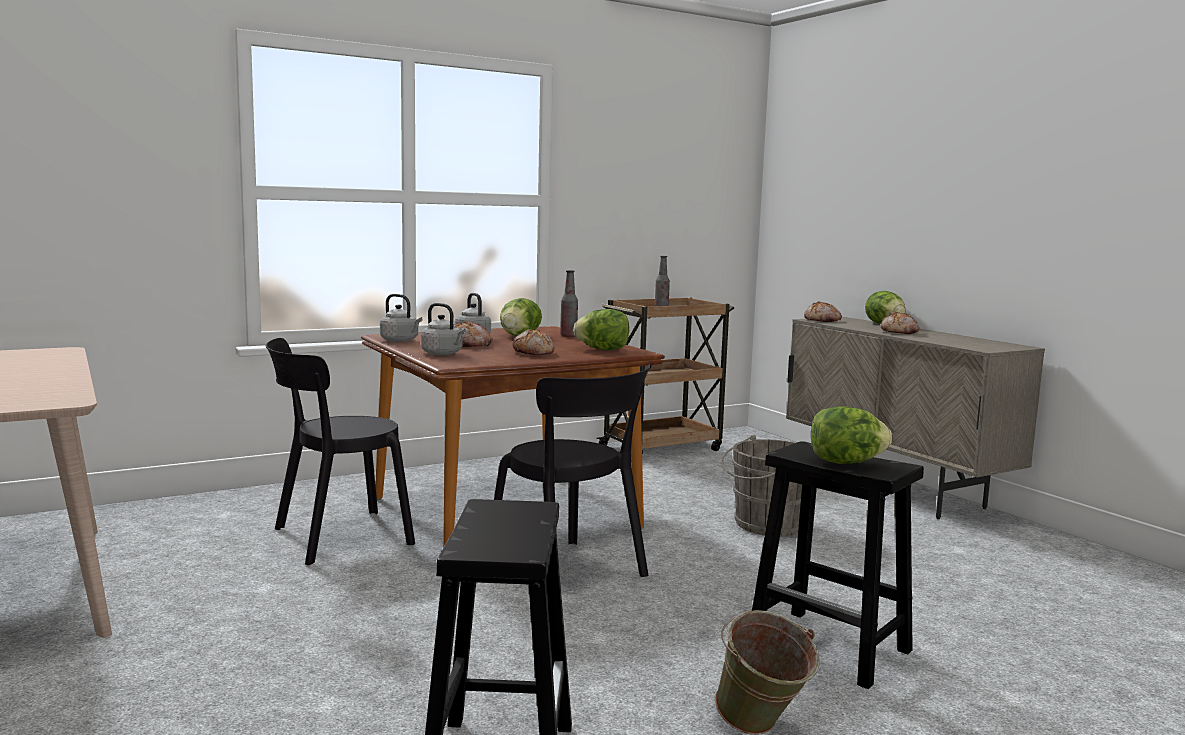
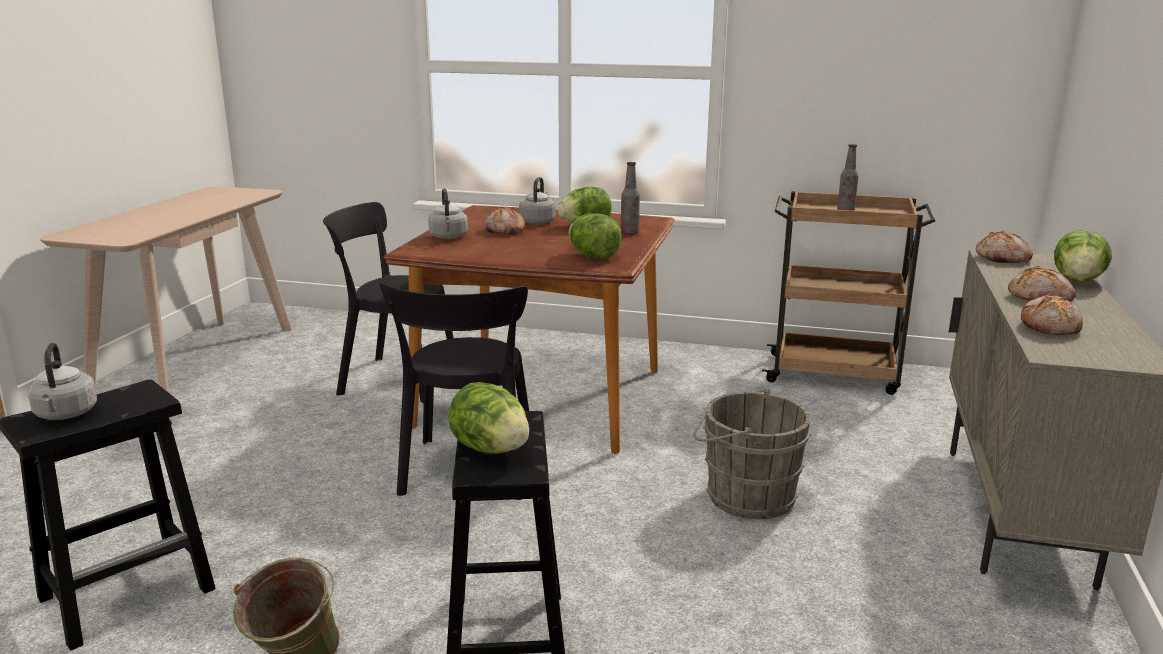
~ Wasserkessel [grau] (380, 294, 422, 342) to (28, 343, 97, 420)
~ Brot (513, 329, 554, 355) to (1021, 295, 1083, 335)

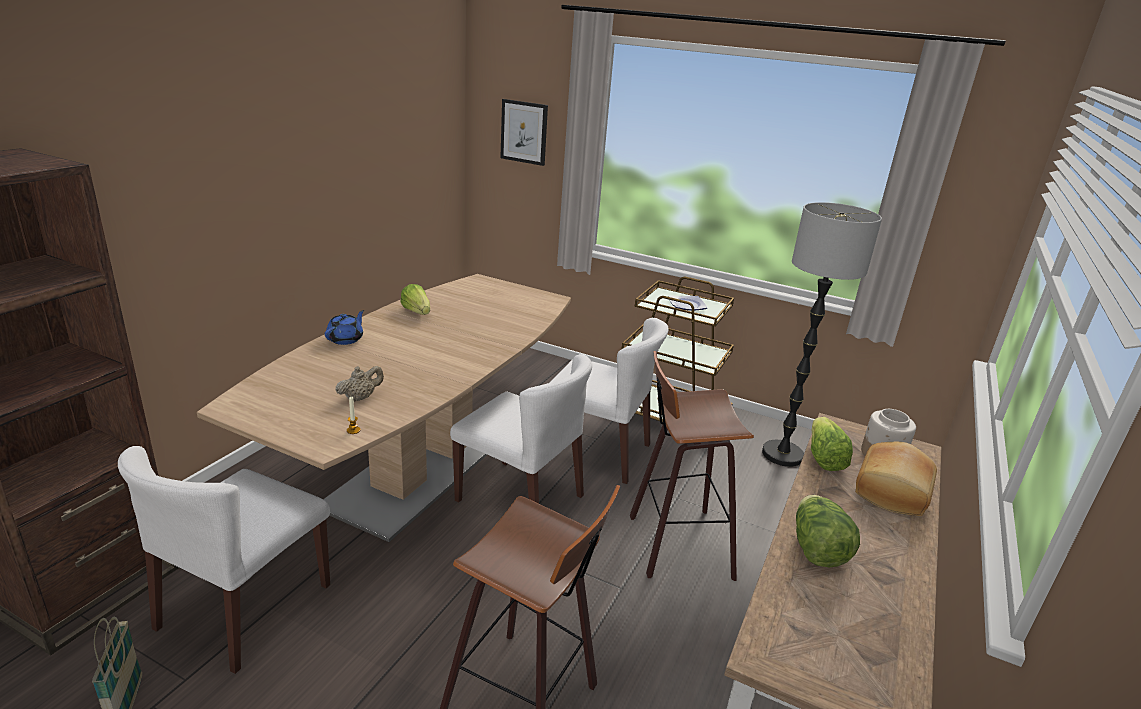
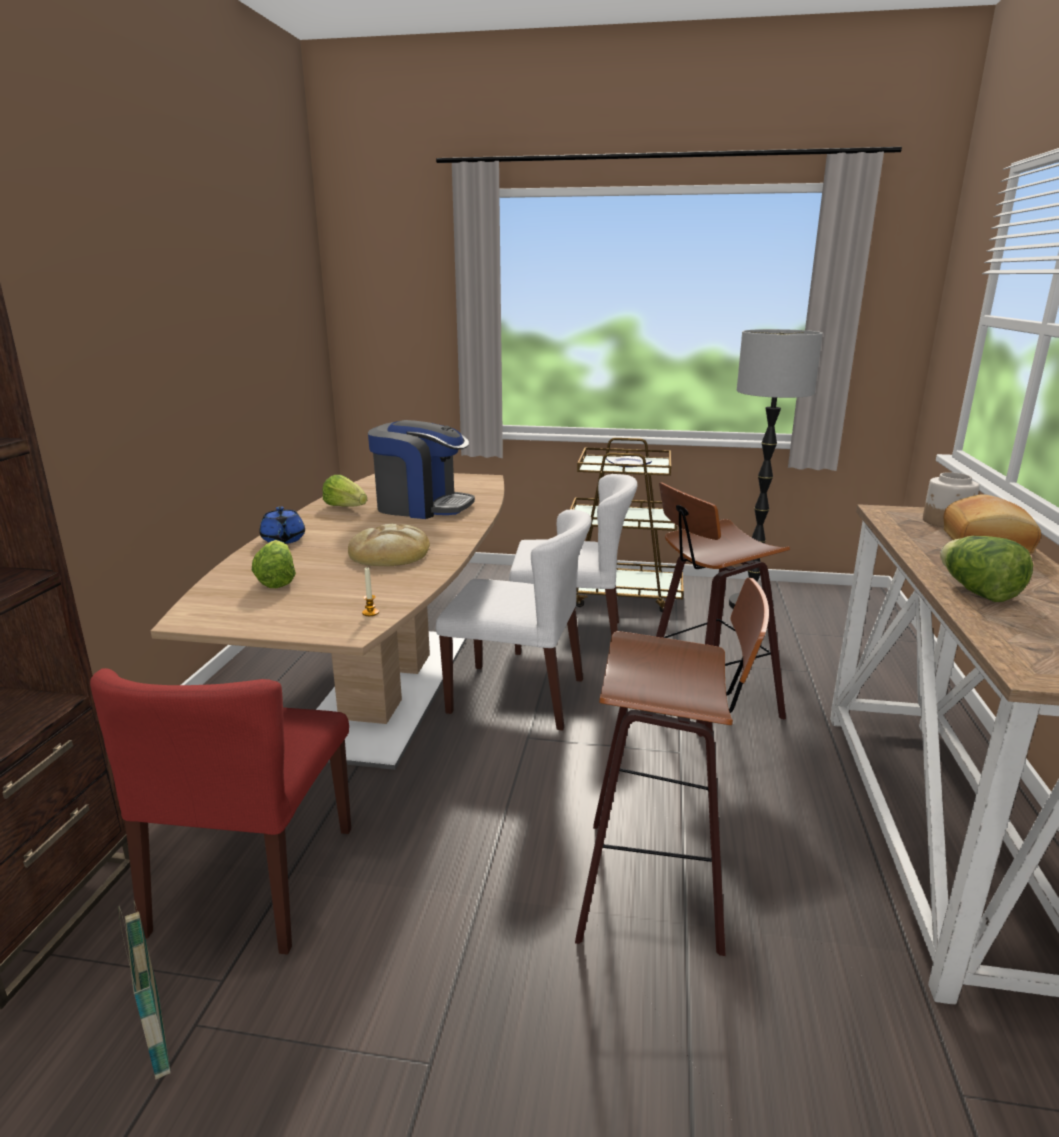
- Teekanne [beige] (336, 366, 384, 402)
- Bild (500, 99, 548, 166)
+ Brot (348, 524, 430, 566)
+ Kaffeemaschine (368, 420, 475, 519)
~ Salatkopf (811, 417, 853, 471) to (252, 540, 296, 588)
~ Stuhl [weiß] (118, 446, 330, 674) to Stuhl [rot] (90, 668, 351, 955)
~ Teekanne [blau] (325, 310, 364, 345) = (260, 507, 305, 544) 150 degrees clockwise

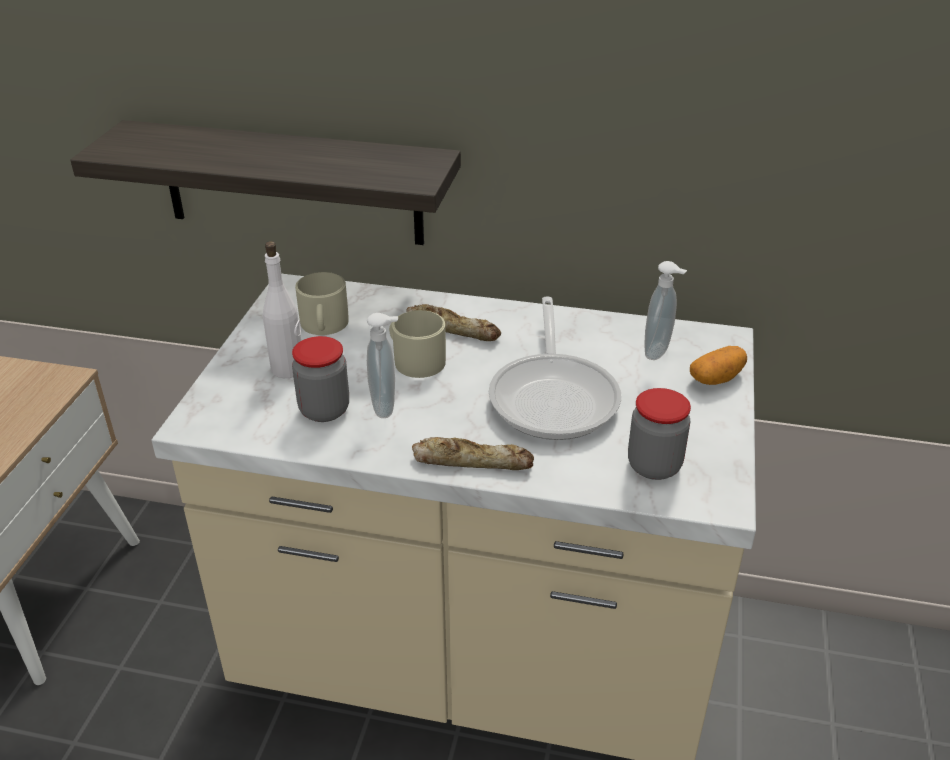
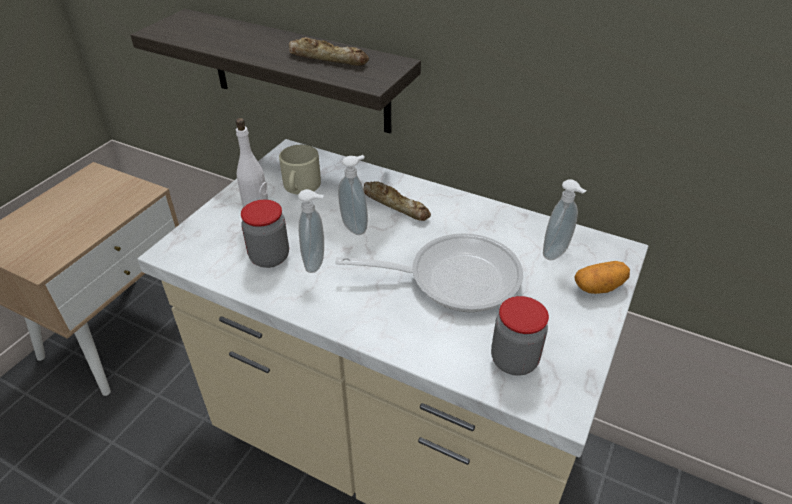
~ Brot (412, 437, 534, 470) to (289, 37, 369, 66)
~ Henkelbecher [beige] (389, 310, 446, 378) to Seifenspender (338, 155, 368, 235)
~ Pfanne (489, 297, 621, 440) = (335, 233, 523, 312) 105 degrees counterclockwise

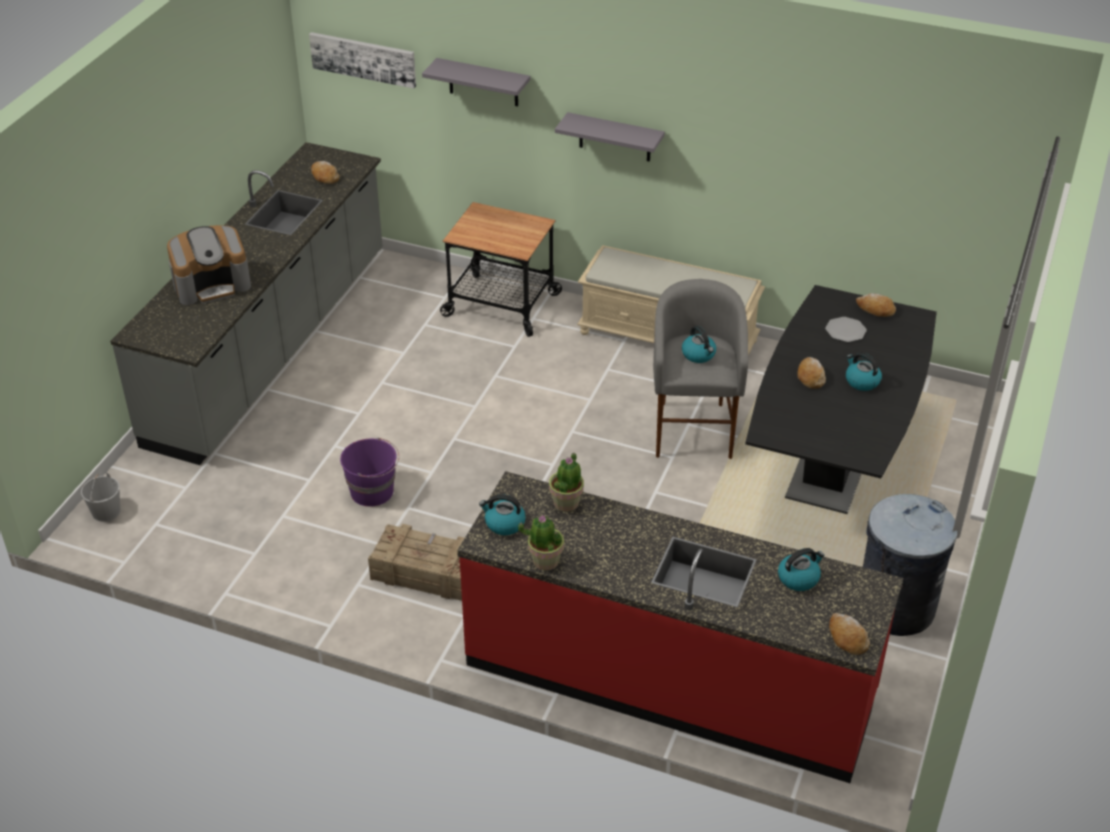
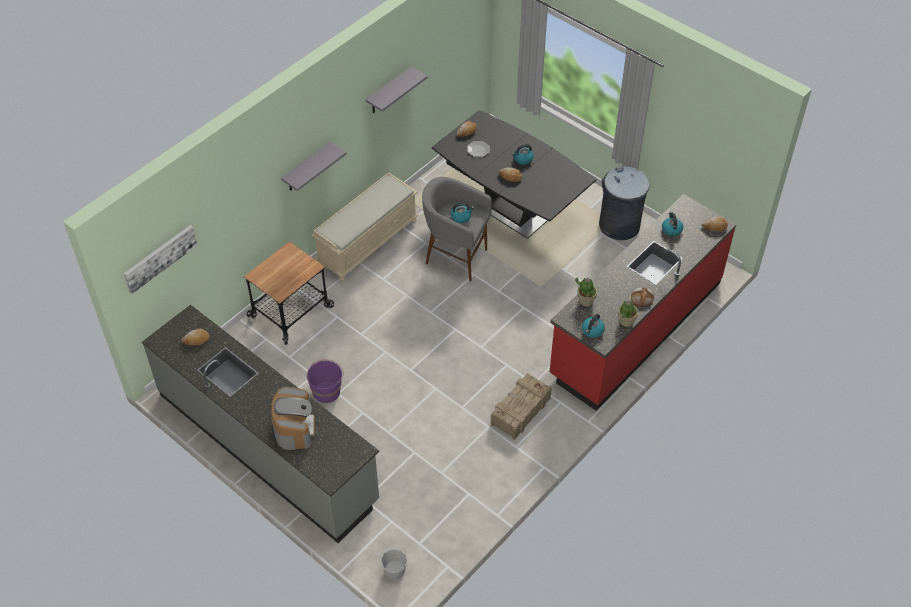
+ Brot (631, 287, 654, 307)
~ Eimer [lila] (340, 438, 399, 507) to (307, 360, 344, 403)
~ Wandregal [grau] (422, 58, 530, 106) to (365, 66, 428, 113)

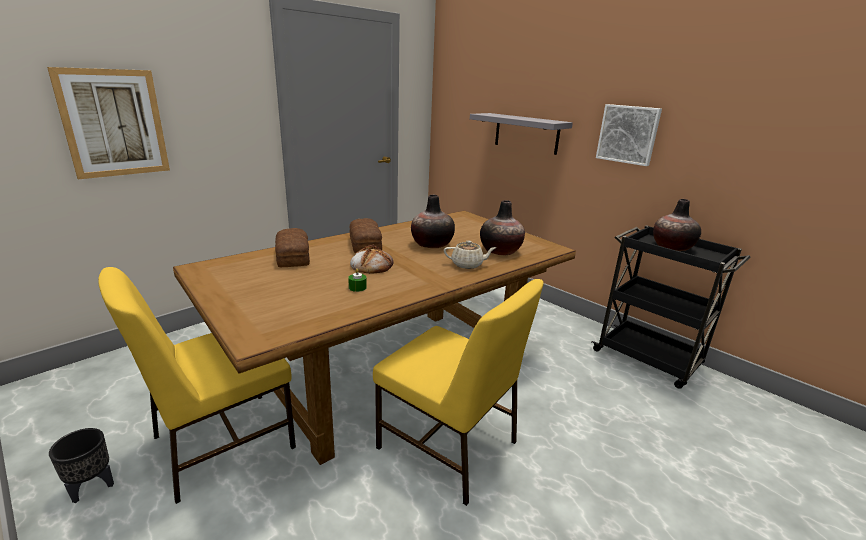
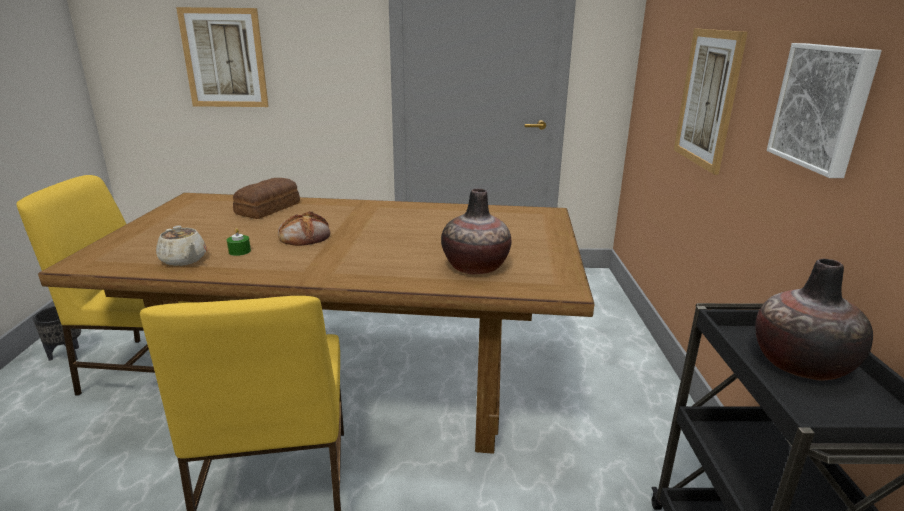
- Brot (350, 218, 382, 253)
- Vase (411, 195, 455, 248)
~ Teekanne [beige] (444, 240, 496, 269) to (156, 225, 207, 266)
~ Wandregal [grau] (470, 113, 573, 155) to Bild (674, 29, 748, 175)

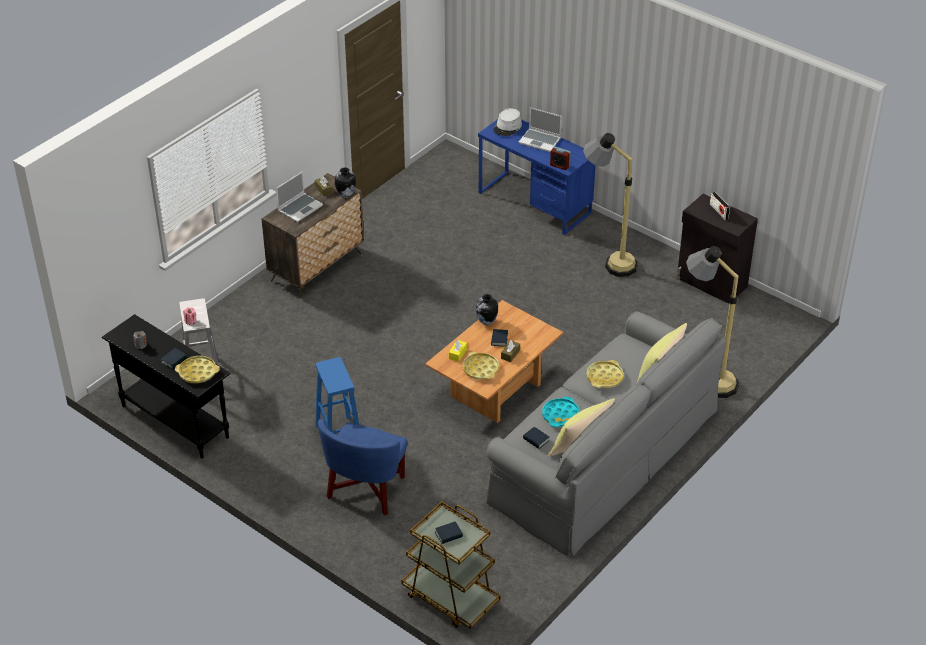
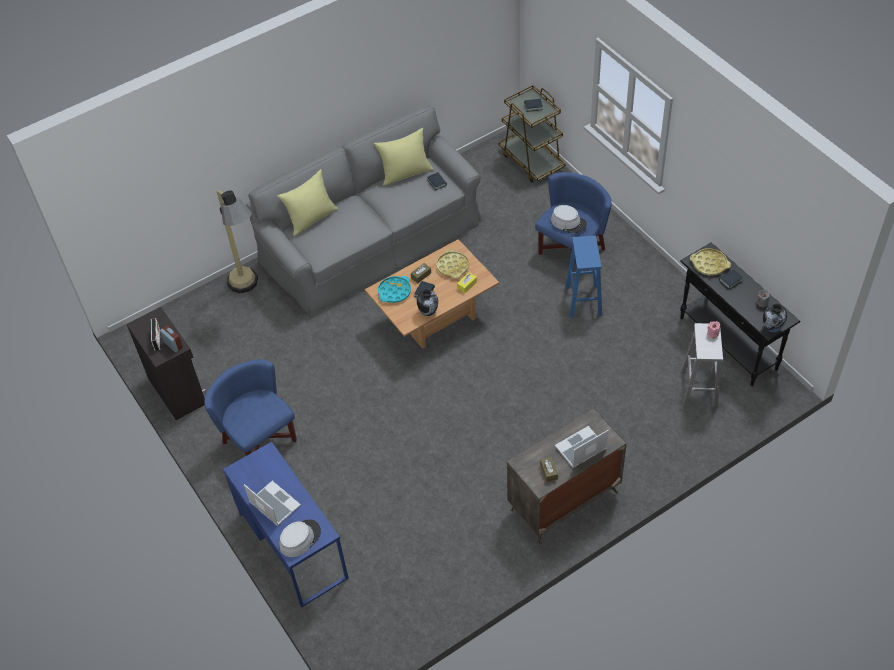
- Tablett [gelb] (586, 360, 624, 388)
+ Hut [grau] (551, 205, 587, 233)
~ Vase (335, 167, 356, 198) to (763, 304, 787, 332)
~ Tablett [türkis] (542, 397, 580, 427) to (378, 276, 411, 303)
~ Wecker (550, 147, 571, 170) to (160, 325, 183, 352)
~ Stehlampe (583, 133, 638, 277) to Sessel [blau] (204, 359, 297, 456)

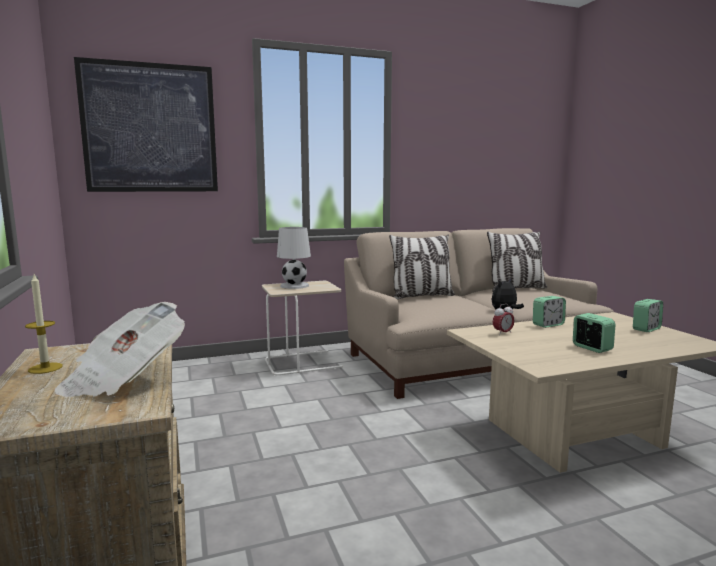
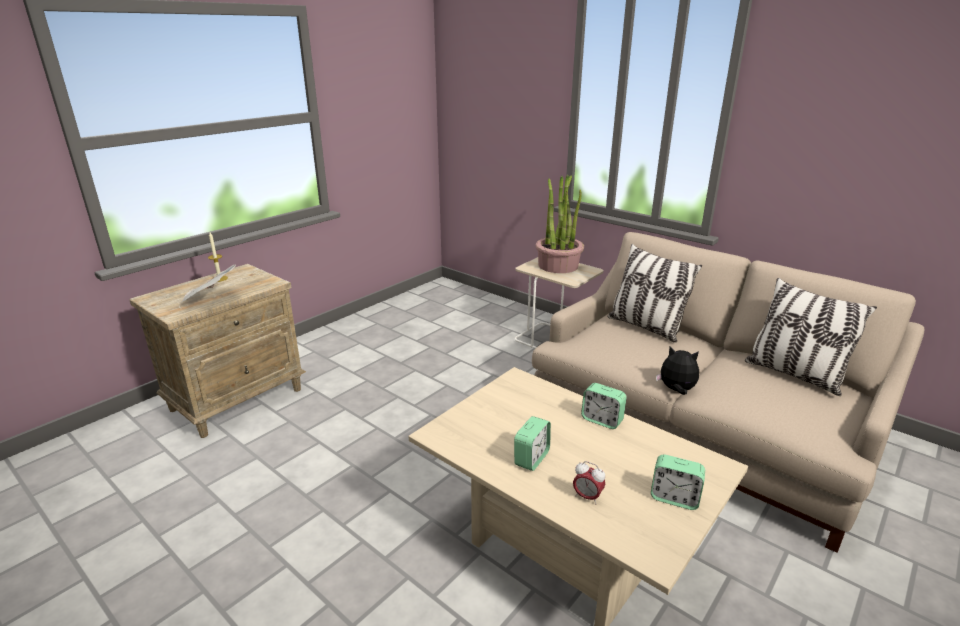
- Bild (74, 57, 218, 192)
~ Wecker (493, 304, 514, 334) to (573, 461, 605, 504)
~ Tischlampe [weiß] (277, 227, 311, 289) to Topfpflanze (536, 175, 584, 273)

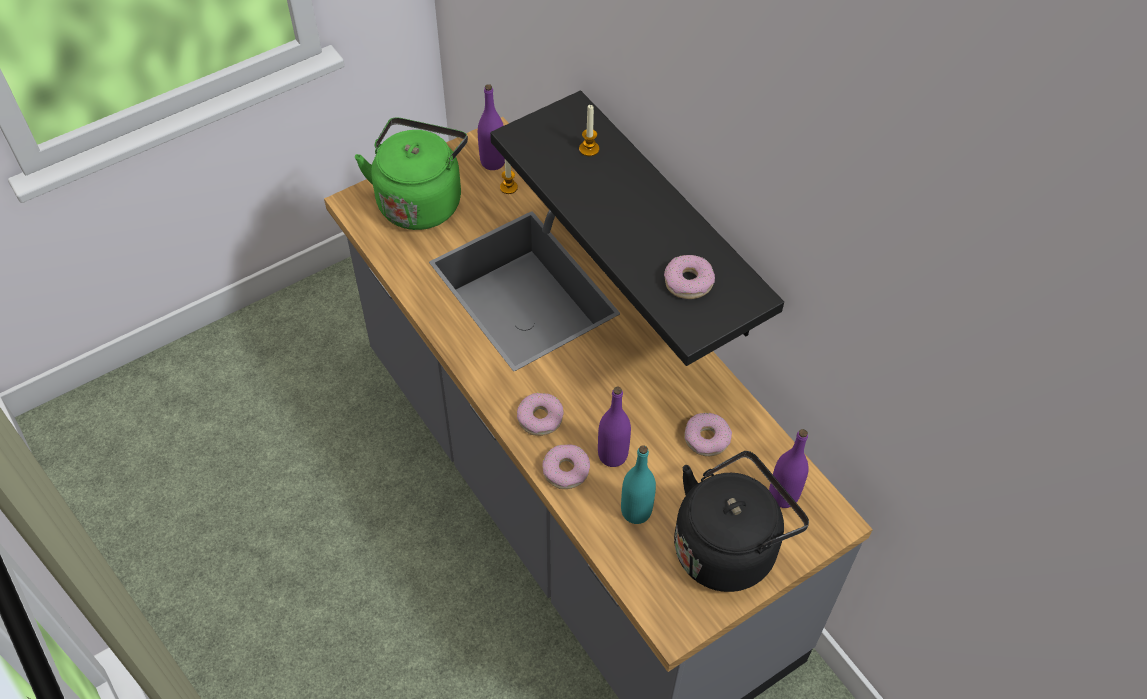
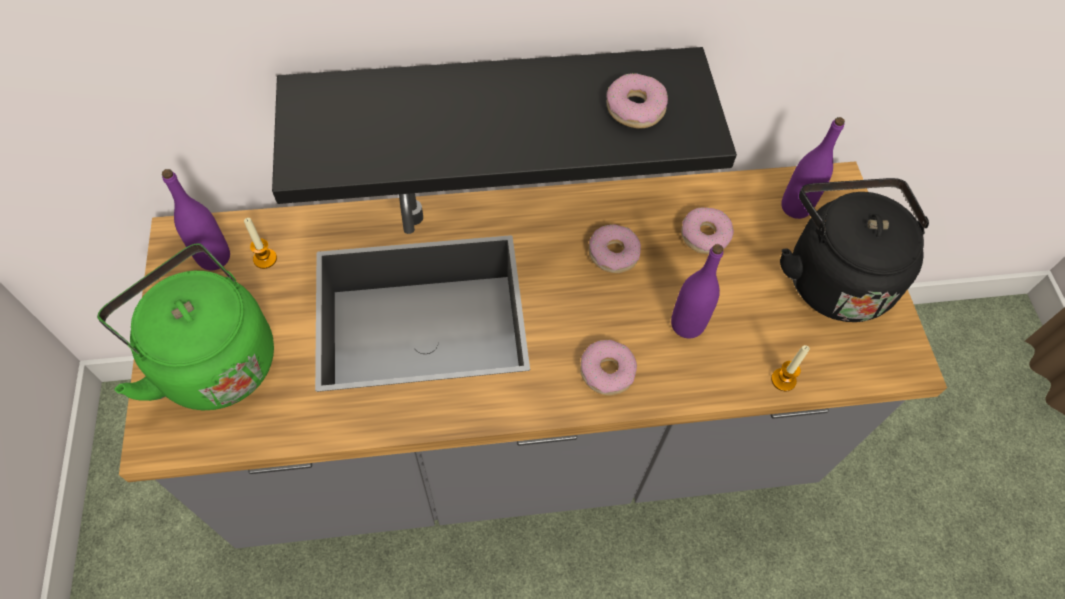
- Flasche [türkis] (621, 445, 656, 524)
~ Donut (543, 444, 590, 489) to (589, 224, 641, 273)
~ Kerze (579, 105, 599, 156) to (771, 345, 810, 391)

